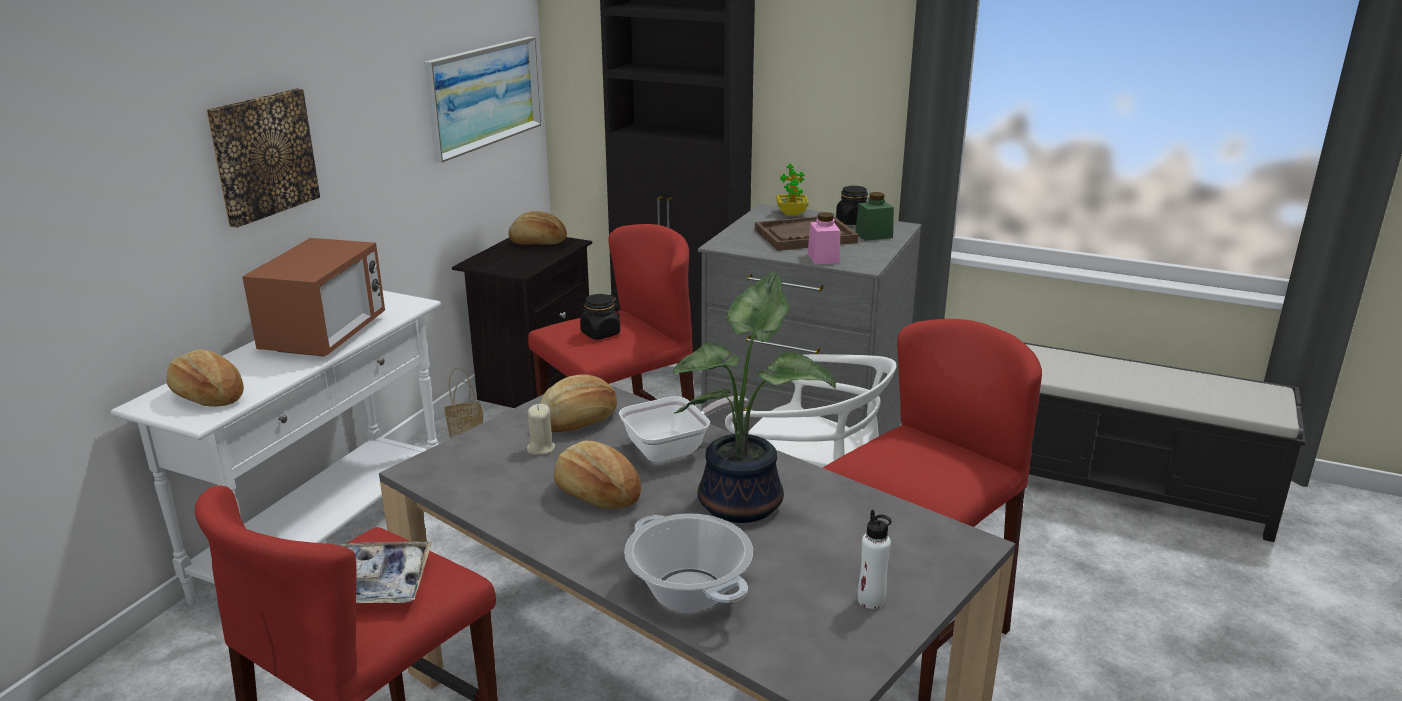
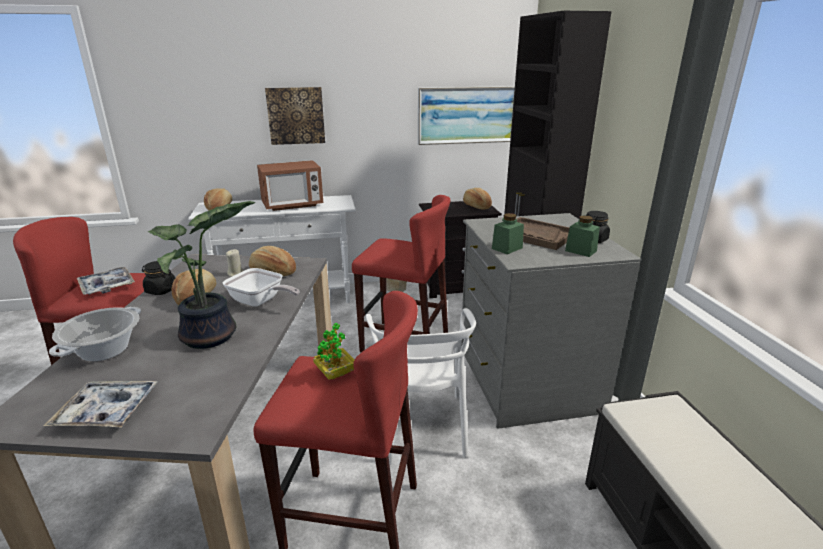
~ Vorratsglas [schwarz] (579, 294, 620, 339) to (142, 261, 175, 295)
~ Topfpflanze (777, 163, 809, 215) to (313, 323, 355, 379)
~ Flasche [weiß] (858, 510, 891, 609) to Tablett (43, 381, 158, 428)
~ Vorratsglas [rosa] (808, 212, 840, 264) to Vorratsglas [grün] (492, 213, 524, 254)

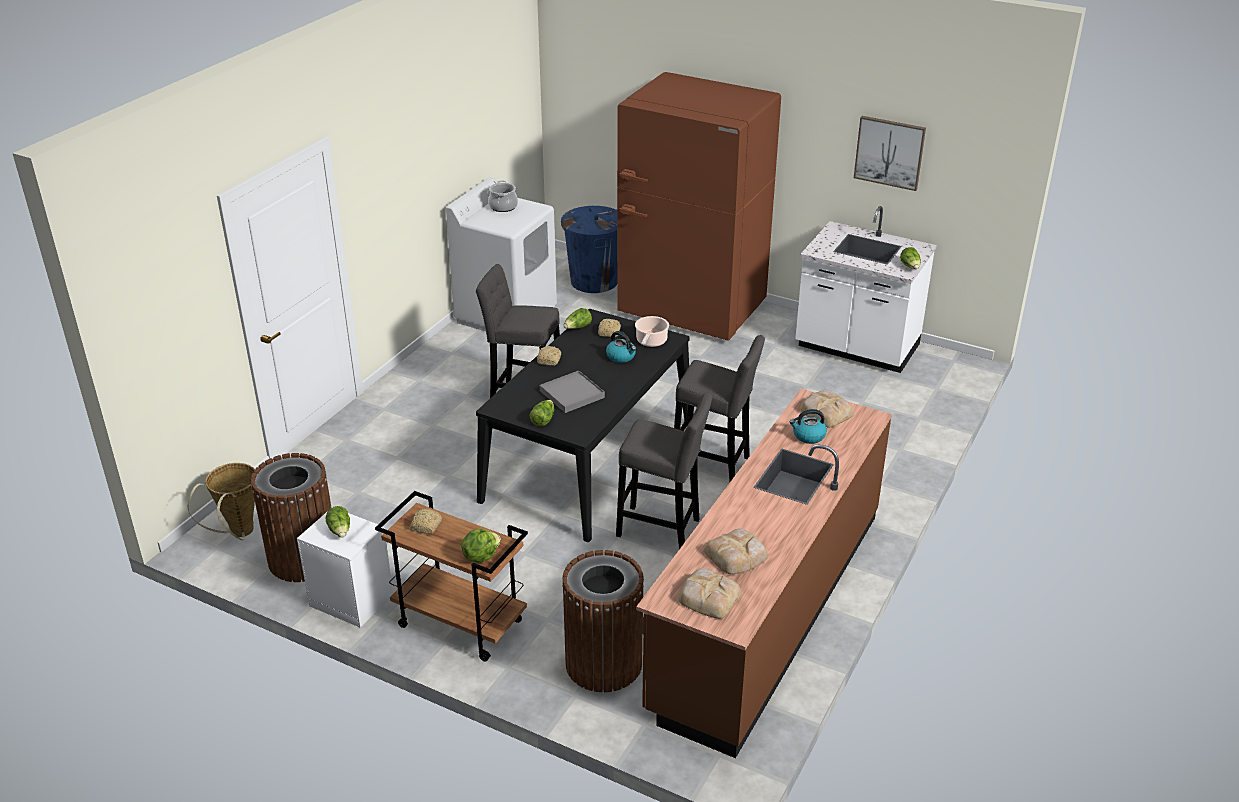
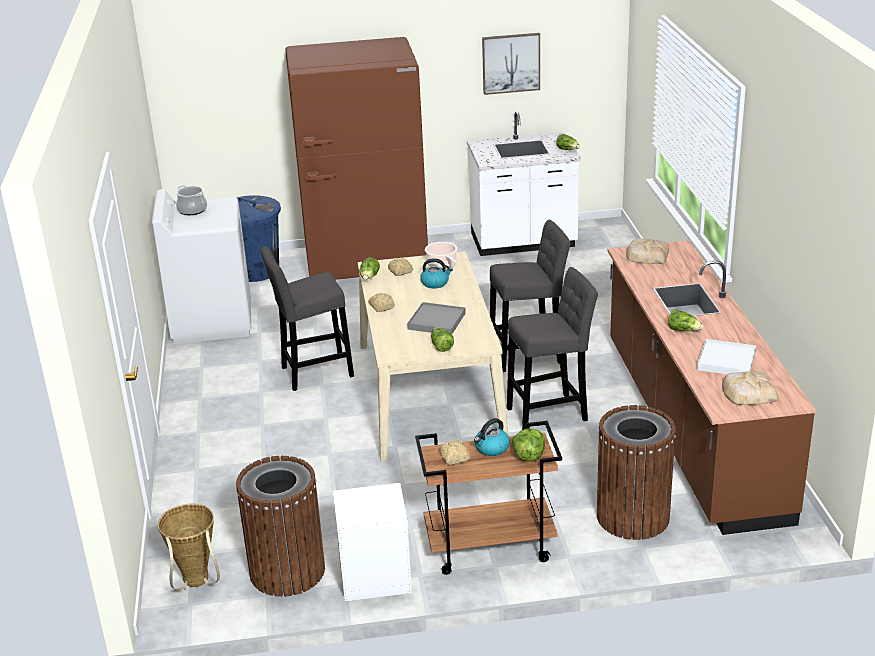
~ Salatkopf (326, 506, 350, 537) to (668, 310, 703, 331)
~ Wasserkessel (789, 409, 827, 444) to (474, 418, 510, 456)
~ Brot (704, 528, 768, 574) to Tablett [weiß] (697, 339, 756, 374)
~ Esstisch [schwarz] (476, 309, 690, 542) to Esstisch [beige] (358, 252, 508, 461)

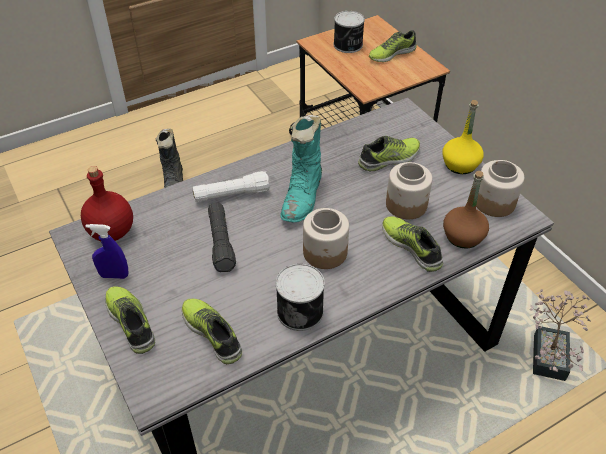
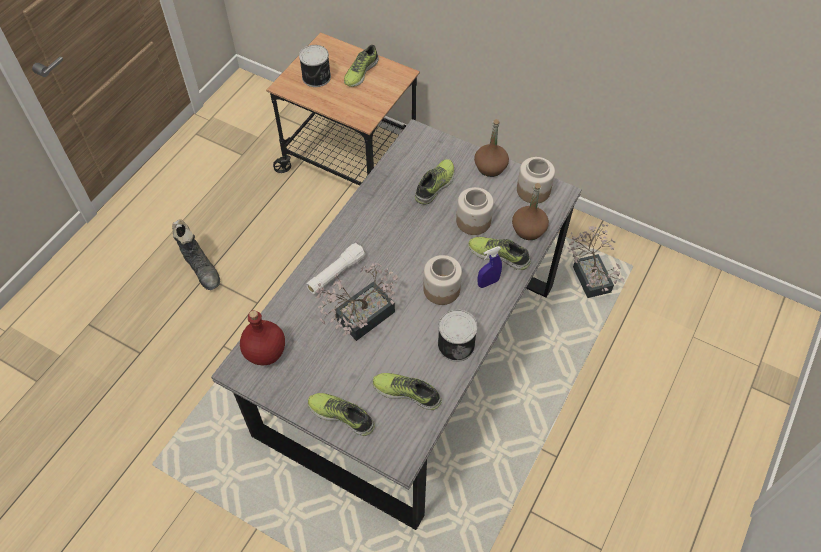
- Stiefel [türkis] (280, 115, 322, 222)
~ Sprühflasche [blau] (86, 224, 129, 279) to (478, 246, 502, 288)
~ Taschenlampe [schwarz] (208, 203, 236, 272) to Topfpflanze (316, 263, 398, 341)
~ Flasche [gelb] (442, 100, 484, 174) to Flasche [braun] (474, 119, 509, 177)

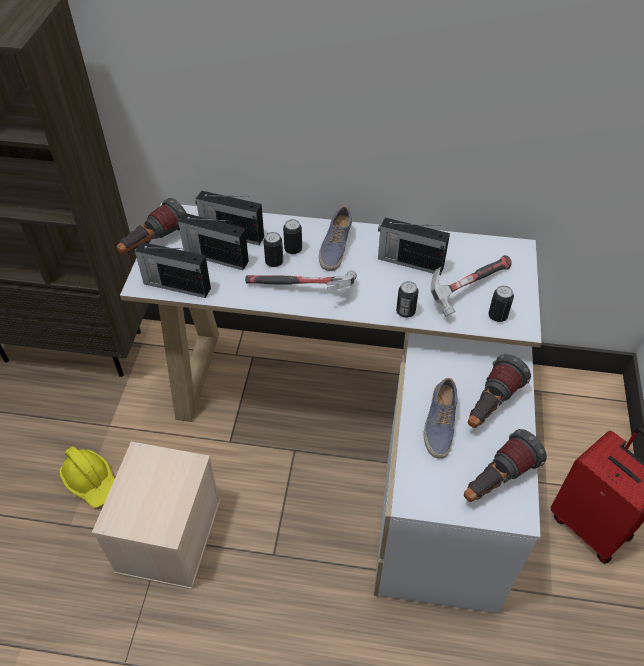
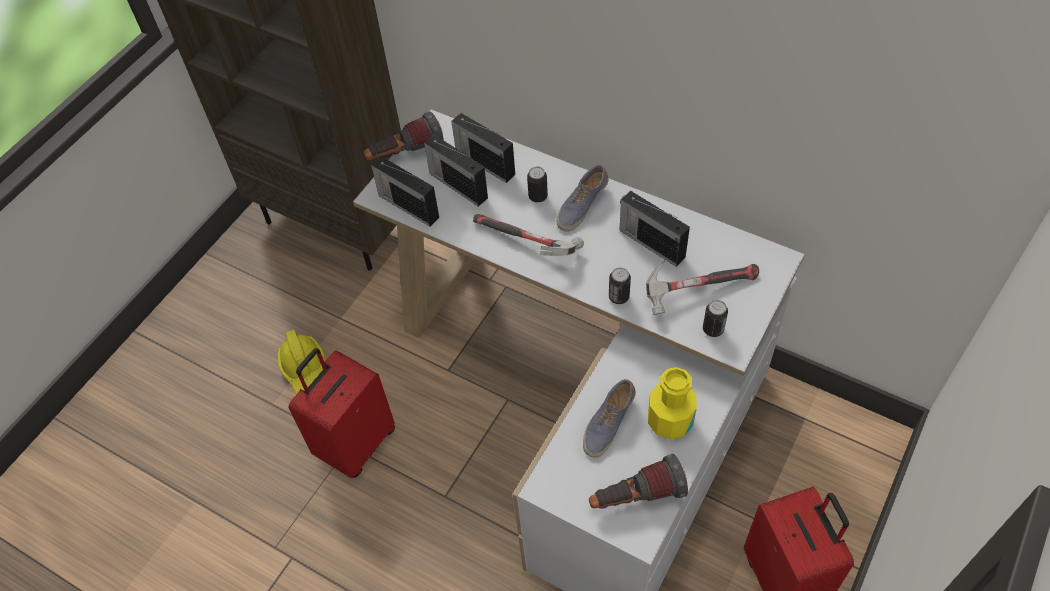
- Dose (263, 232, 283, 267)
~ Aufbewahrungsbox [beige] (92, 441, 220, 590) to Koffer [rot] (289, 348, 395, 478)
~ Taschenlampe (468, 354, 531, 428) to Flasche [gelb] (648, 367, 697, 439)

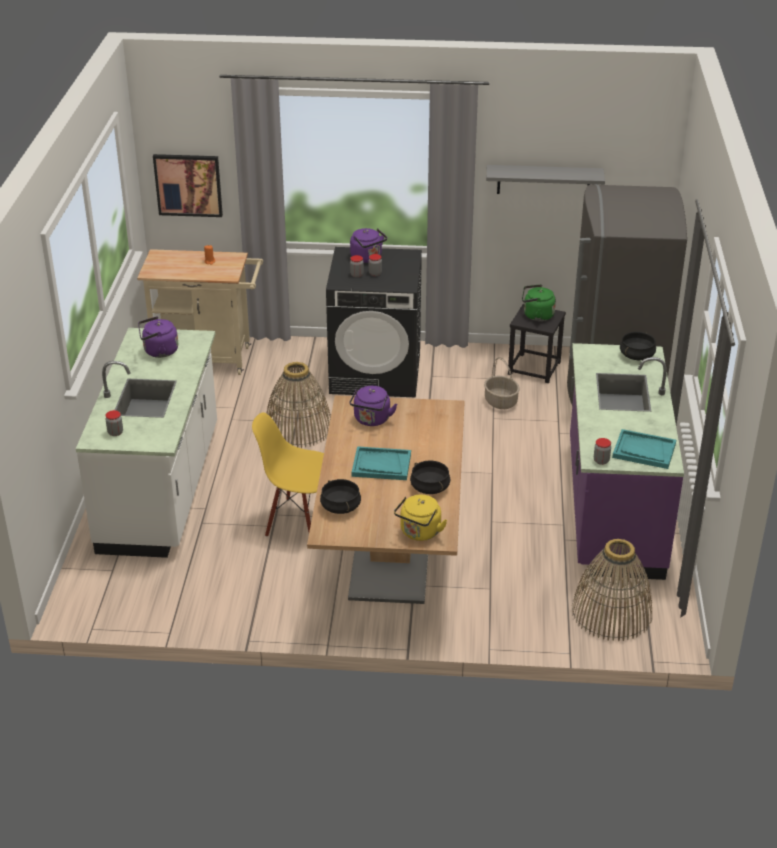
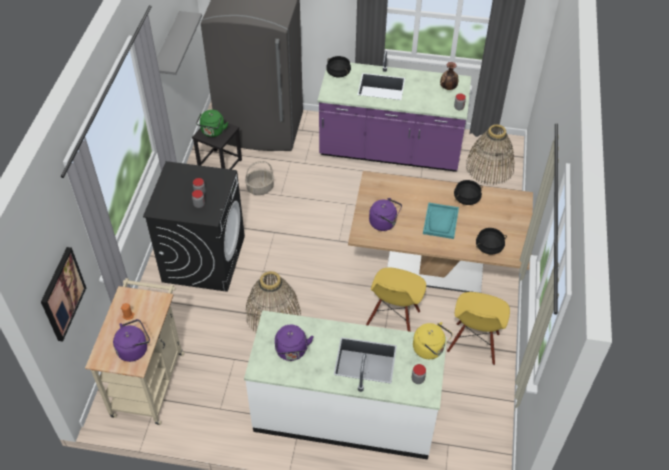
+ Stuhl [gelb] (447, 292, 510, 365)
~ Wasserkessel [lila] (350, 228, 387, 263) to (113, 319, 150, 362)
~ Wasserkessel [gelb] (394, 495, 447, 541) to (413, 322, 452, 359)
~ Tablett [türkis] (612, 429, 676, 469) to Vase (440, 62, 458, 90)

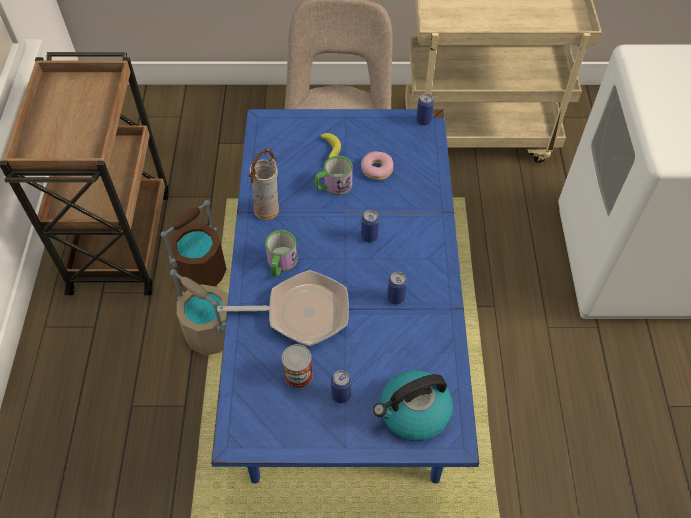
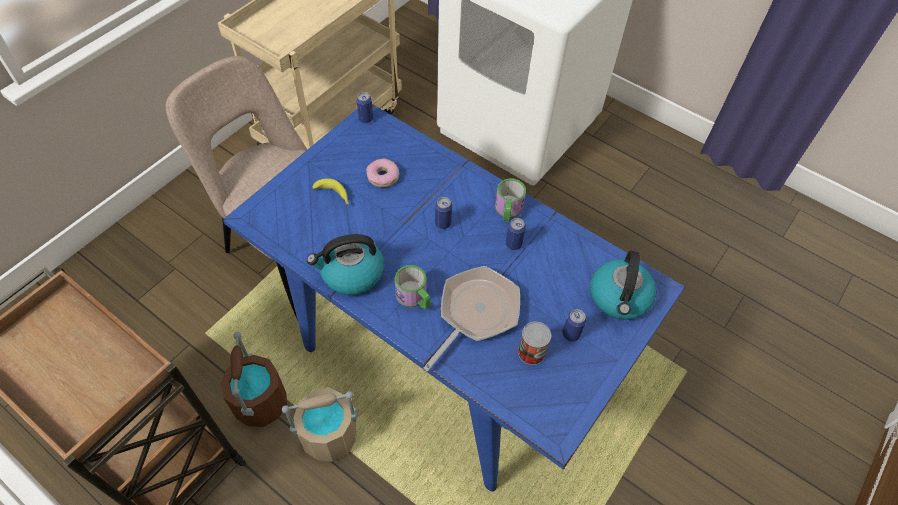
~ Henkelbecher (314, 156, 353, 195) to (495, 178, 526, 222)
~ Vase (248, 149, 279, 220) to Wasserkessel (307, 234, 384, 295)

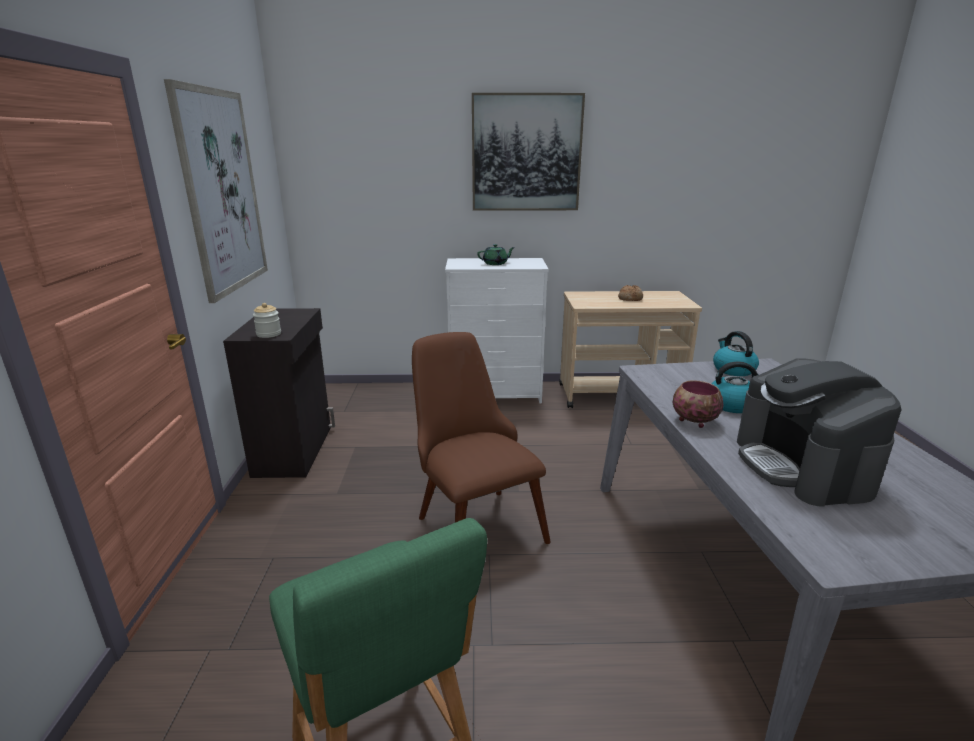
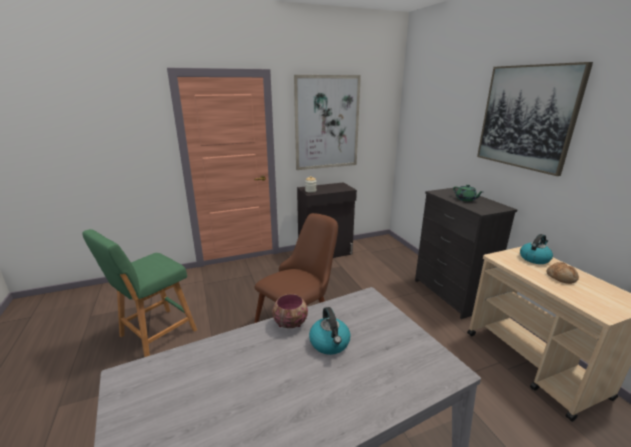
- Kaffeemaschine (737, 358, 902, 507)
~ Wasserkessel (713, 331, 759, 376) to (520, 234, 553, 264)
~ Kommode [weiß] (445, 258, 549, 404) to Kommode [schwarz] (415, 188, 517, 319)

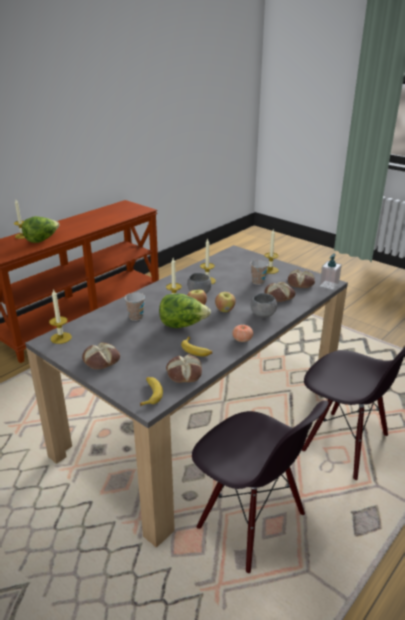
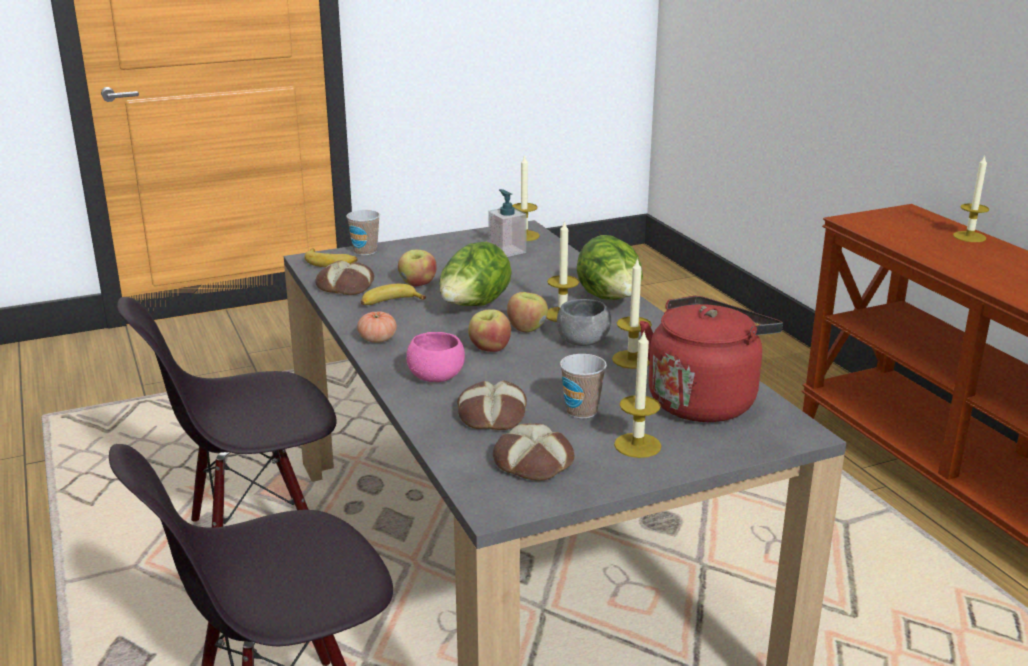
- Brot (82, 342, 120, 369)
+ Apfel (398, 250, 437, 287)
+ Wasserkessel [rot] (639, 296, 783, 422)
~ Salatkopf (22, 216, 60, 243) to (577, 235, 643, 300)
~ Tasse (125, 292, 145, 321) to (346, 210, 380, 256)
~ Seifenspender (320, 254, 342, 290) to (488, 189, 527, 257)
~ Schüssel [grau] (251, 293, 277, 317) to Schüssel [rosa] (406, 332, 465, 382)

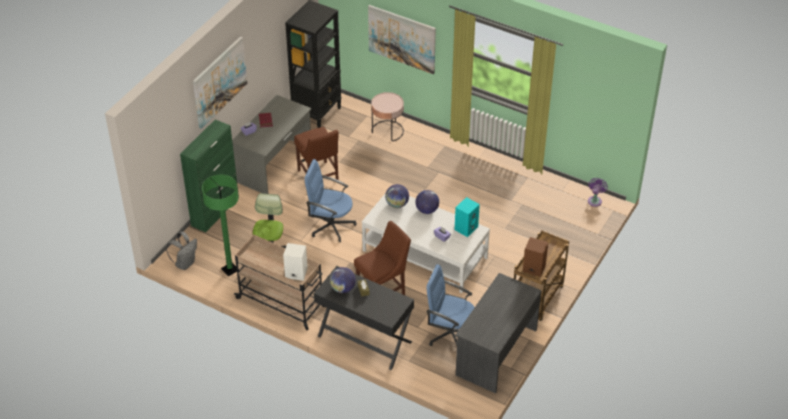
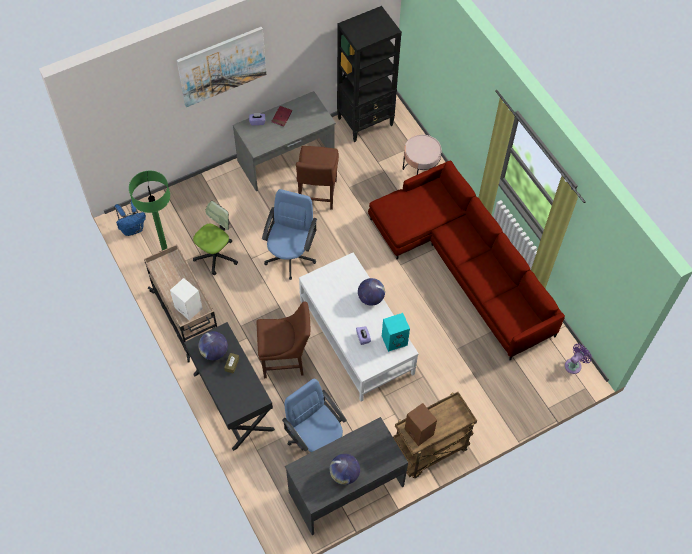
- Schrank [grün] (180, 119, 239, 233)
- Bild (368, 5, 436, 74)
+ Sofa [rot] (368, 160, 565, 360)
~ Globus (385, 184, 409, 208) to (330, 454, 360, 485)
~ Rucksack [grau] (166, 231, 197, 270) to Rucksack [blau] (114, 199, 146, 236)
~ Bürostuhl [blau] (305, 159, 357, 242) = (262, 189, 317, 280) 60 degrees clockwise

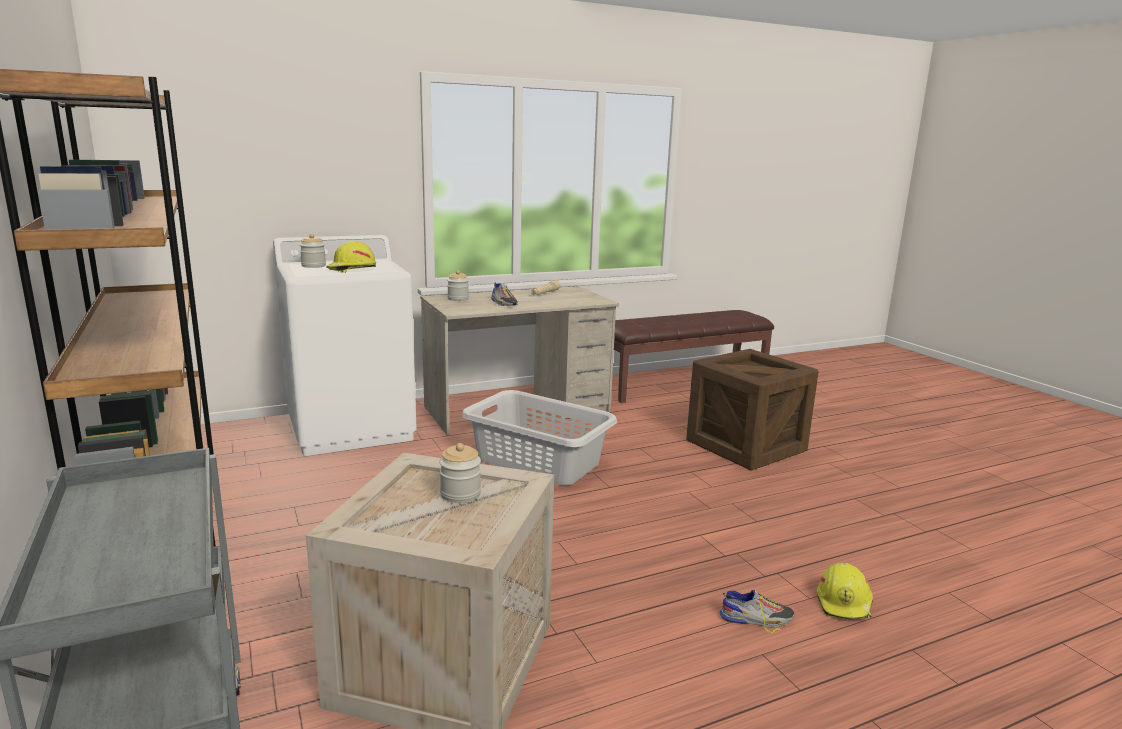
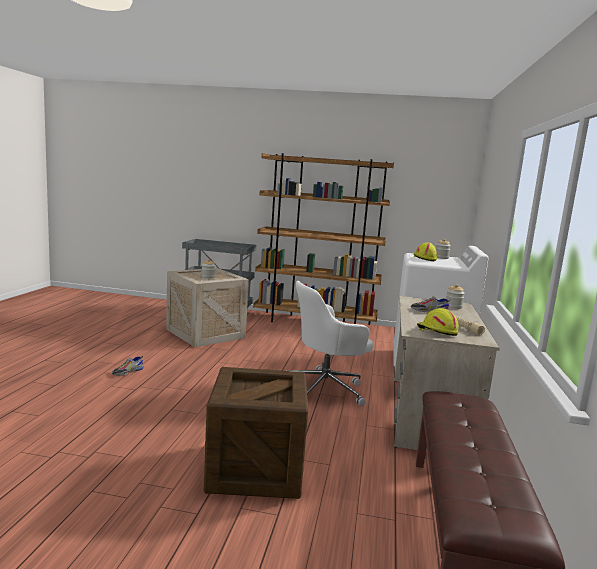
~ Schutzhelm [gelb] (817, 562, 873, 620) to (417, 308, 459, 336)
~ Wäschekorb [grau] (462, 390, 617, 486) to Bürostuhl [weiß] (286, 281, 373, 406)

